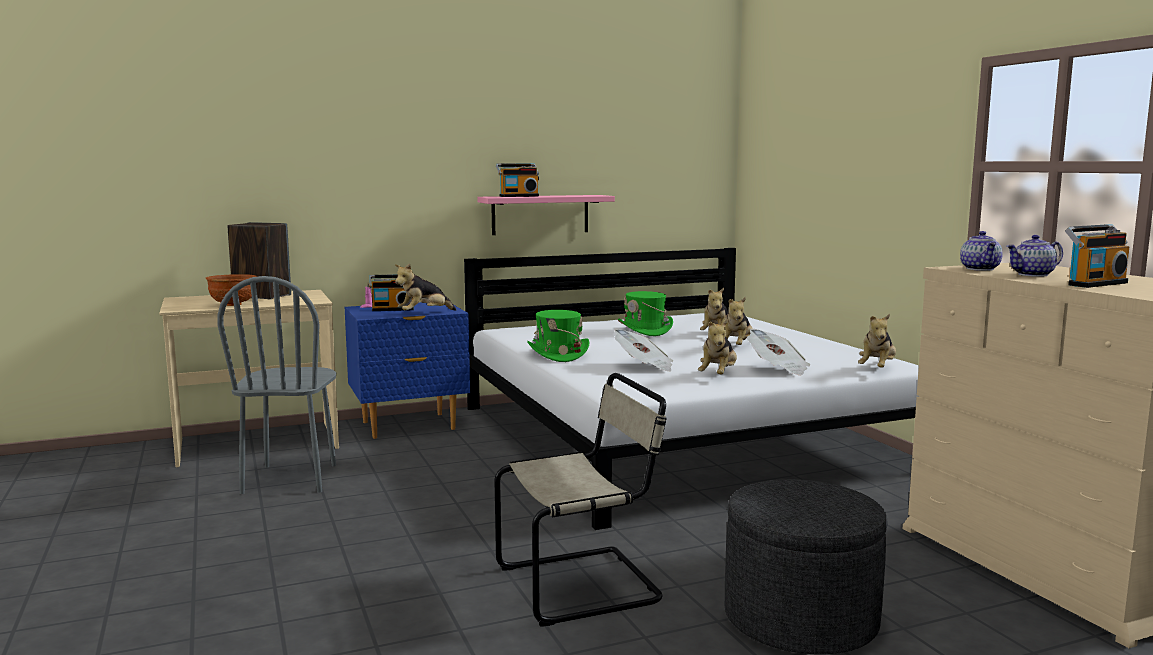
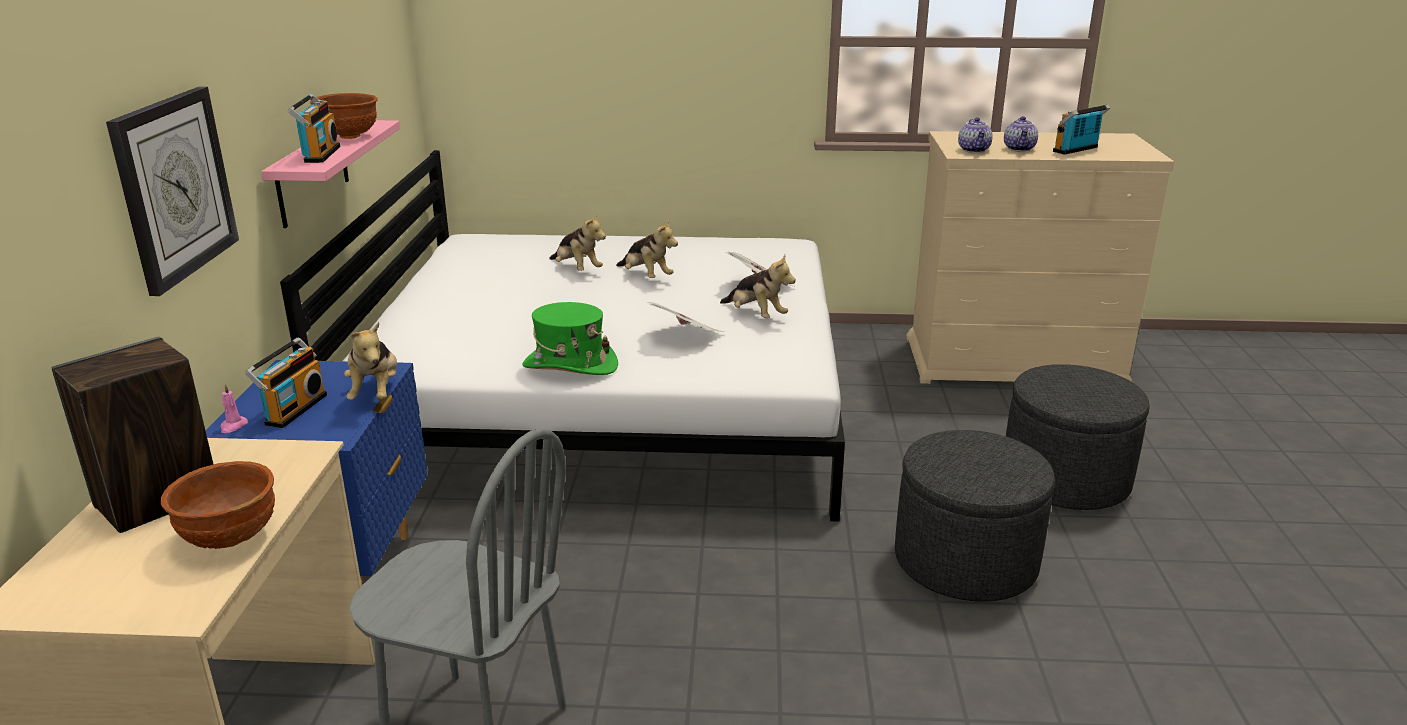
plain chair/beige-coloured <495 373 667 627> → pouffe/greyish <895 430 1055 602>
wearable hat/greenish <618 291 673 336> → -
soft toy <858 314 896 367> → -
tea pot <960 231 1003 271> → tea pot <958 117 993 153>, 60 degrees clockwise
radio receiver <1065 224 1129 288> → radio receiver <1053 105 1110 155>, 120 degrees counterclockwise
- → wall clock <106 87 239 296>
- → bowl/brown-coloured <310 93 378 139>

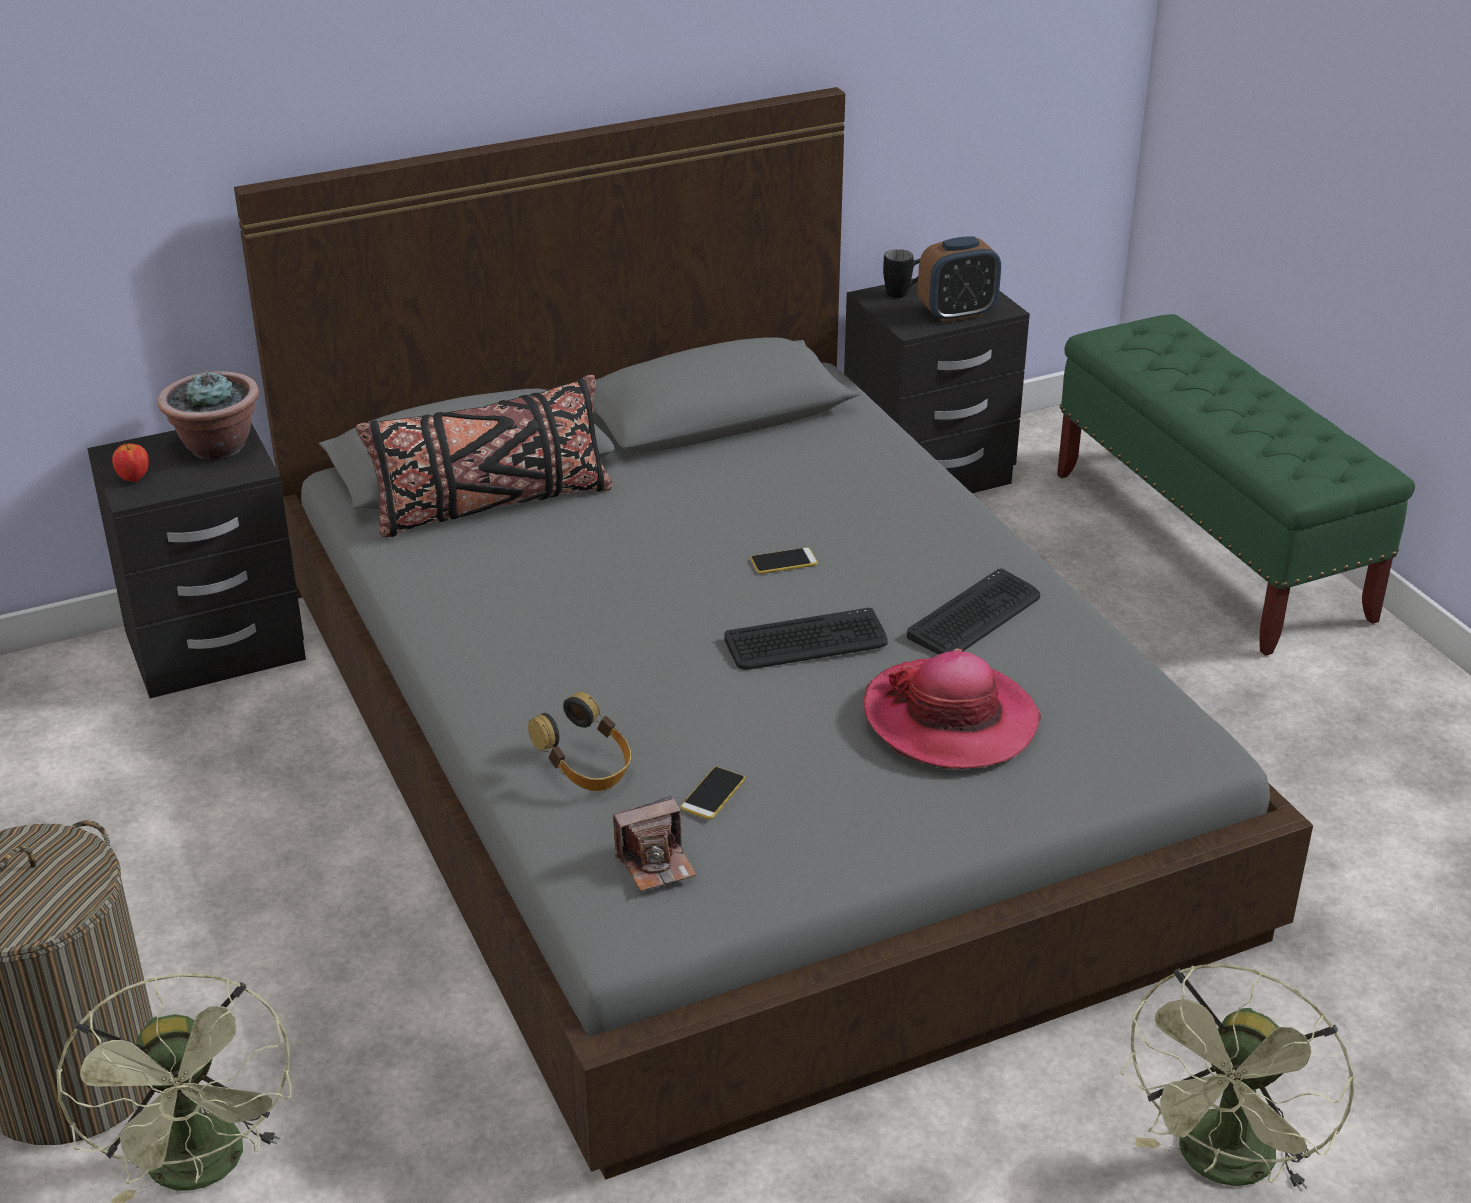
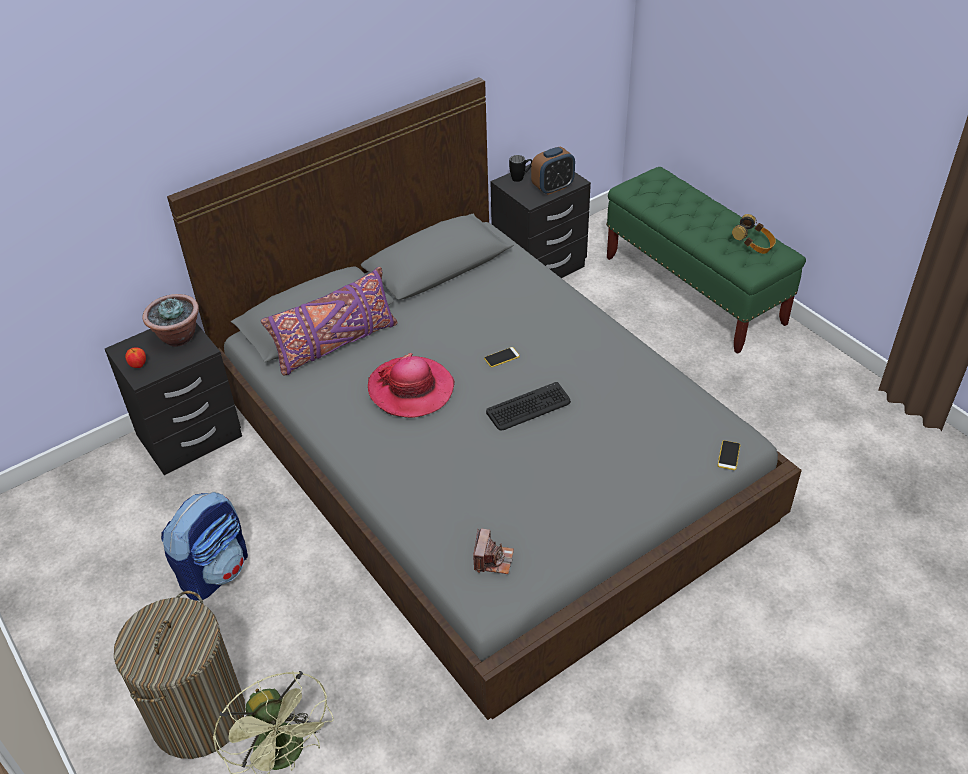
cushion/black-coloured <356 374 613 537> → cushion/purplish <261 267 398 376>
headphones <528 691 631 791> → headphones <732 214 776 254>, relocated
still camera <613 796 697 891> → still camera <473 528 514 574>, 45 degrees counterclockwise
telephone <680 767 745 820> → telephone <718 440 740 470>, relocated
wearable hat <864 648 1041 769> → wearable hat <368 353 455 418>, relocated
keyboard <907 568 1040 655> → -
electric fan/greenish <1121 964 1354 1191> → -
- → rucksack <161 492 248 601>

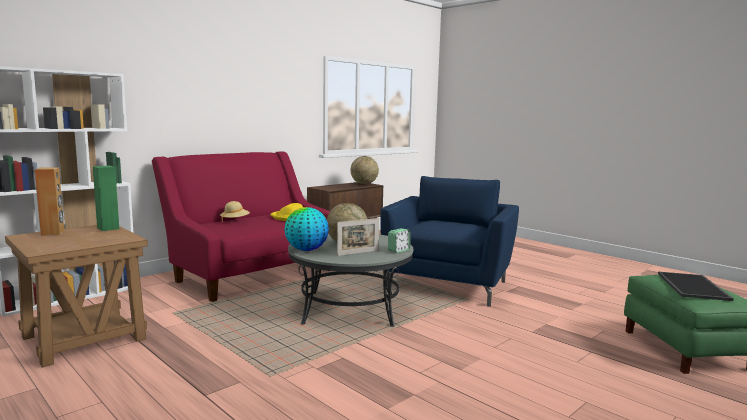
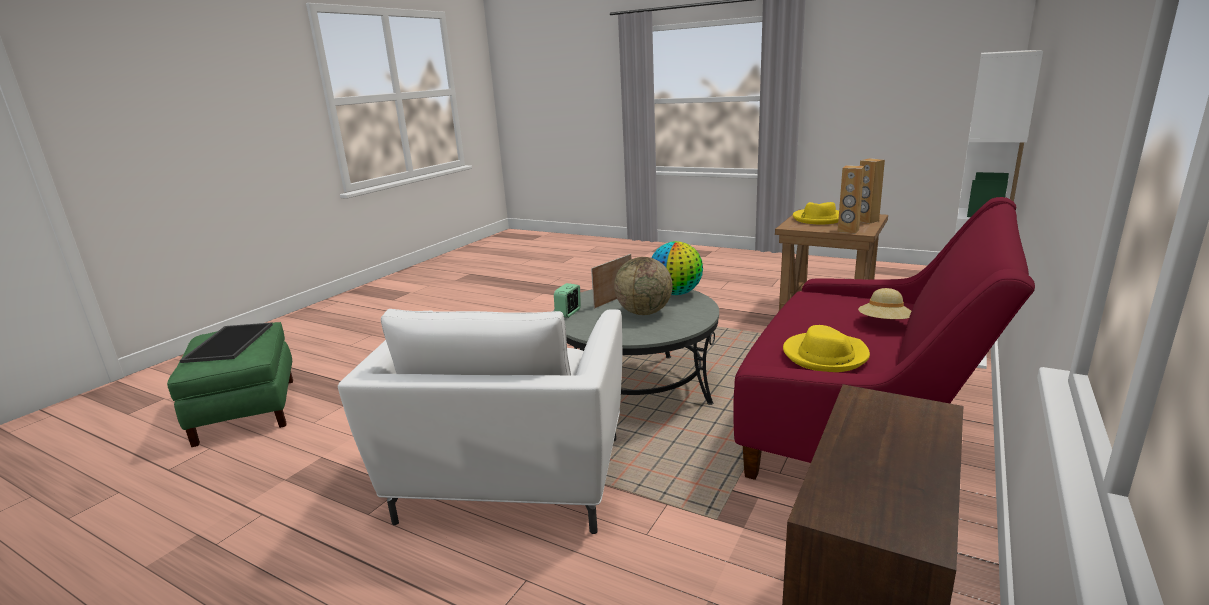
audio speaker/greenish <93 166 119 231> → audio speaker/brown-coloured <838 165 864 233>
world globe <350 156 379 184> → -
easy chair/blue-coloured <381 176 519 307> → easy chair/white-coloured <338 309 622 534>
- → wearable hat/yellowish <793 202 839 224>

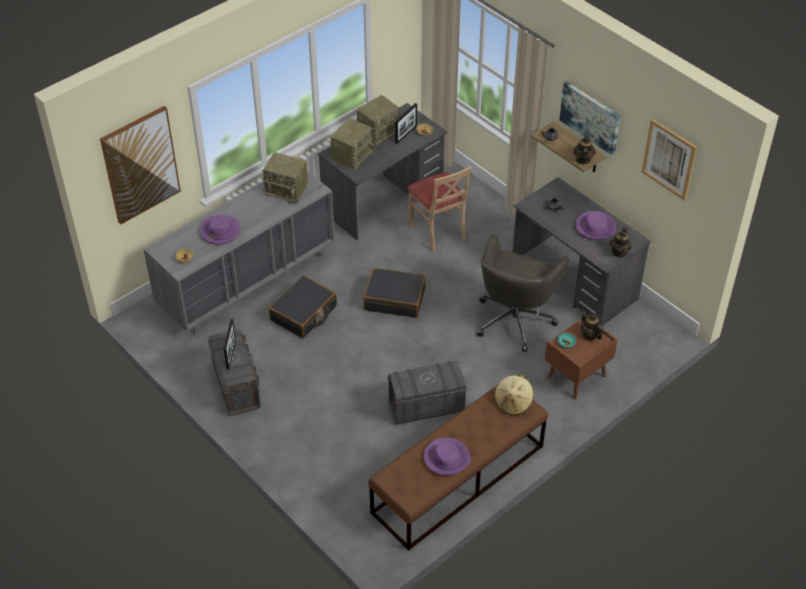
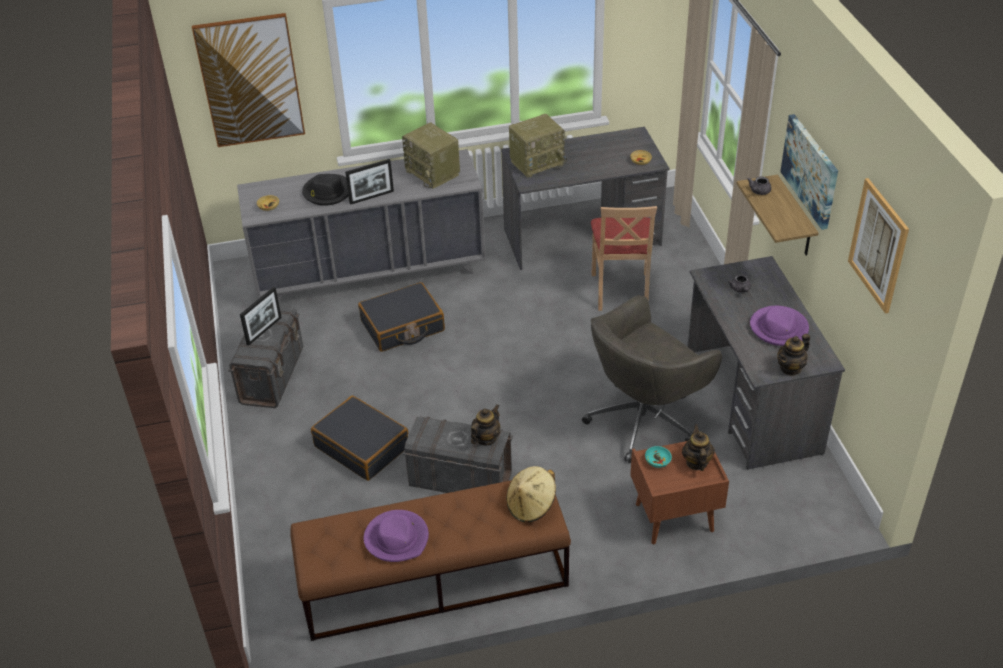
wearable hat/purplish <200 215 241 244> → wearable hat/black-coloured <302 174 349 206>
radio receiver <357 95 400 147> → -
suitcase/black-coloured <363 268 426 318> → suitcase/black-coloured <311 396 408 481>, relocated
picture frame <395 103 417 144> → picture frame <345 159 394 205>, relocated
tea pot <573 134 596 164> → tea pot <471 405 500 446>, relocated

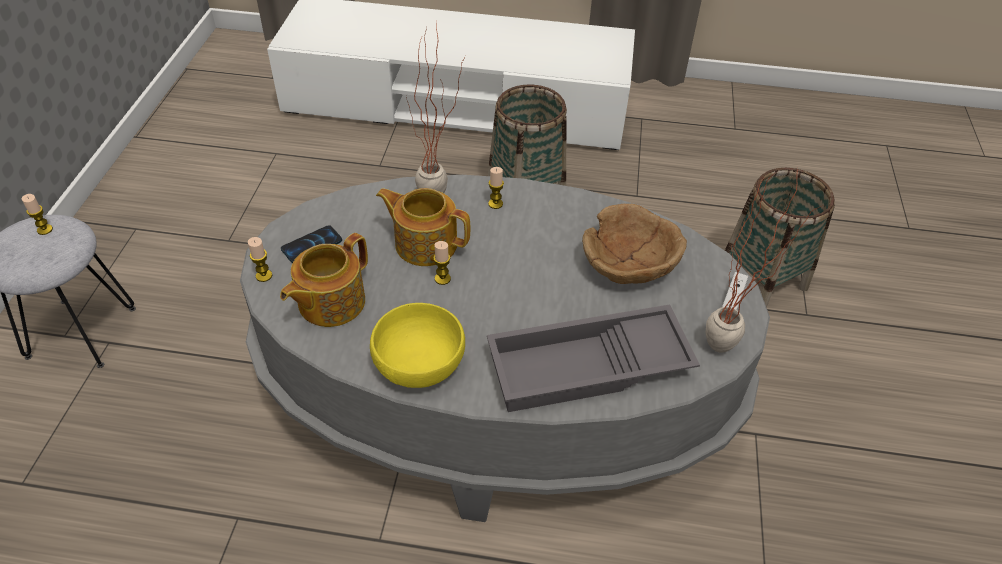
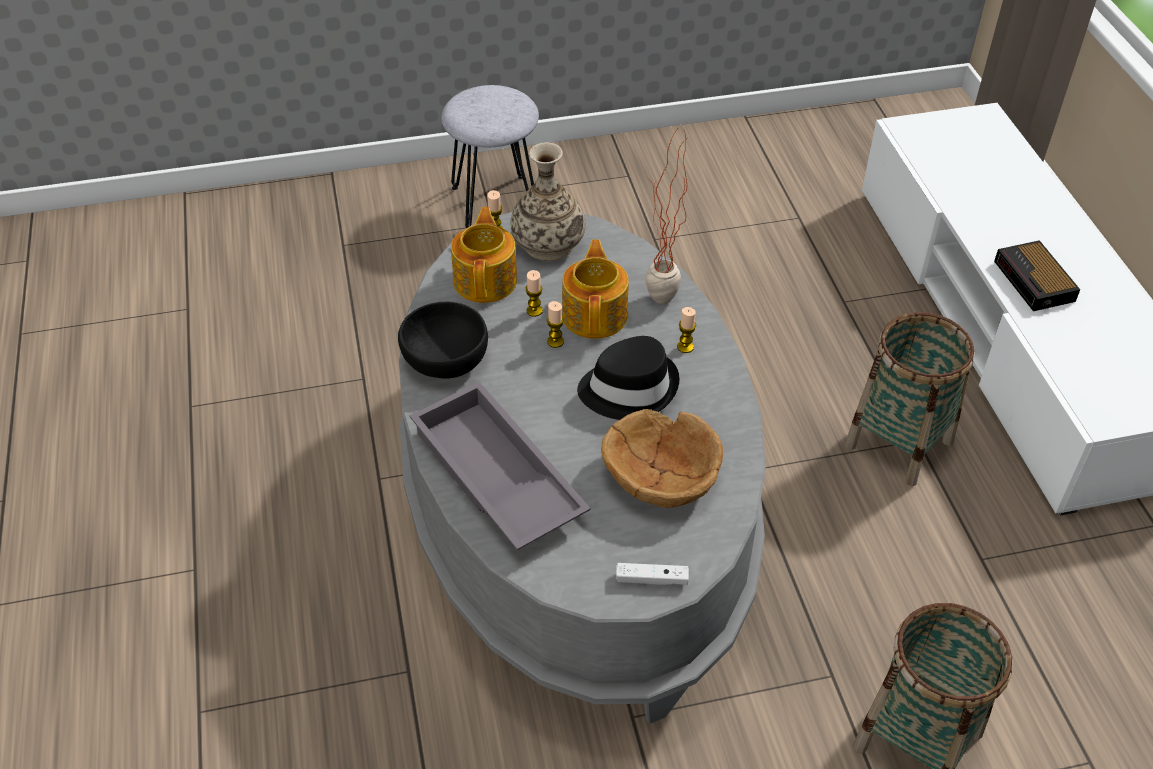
candle <22 194 53 235> → candle <525 270 543 317>, relocated
tea pot <280 233 368 327> → tea pot <451 207 517 303>, 75 degrees clockwise
telephone <281 225 342 263> → flower vase <511 142 586 261>
bowl/yellowish <370 303 465 388> → bowl/black-coloured <398 302 488 378>
potted plant <706 168 821 353> → -
- → wearable hat/black-coloured <577 336 680 420>
- → alarm clock <994 240 1080 311>

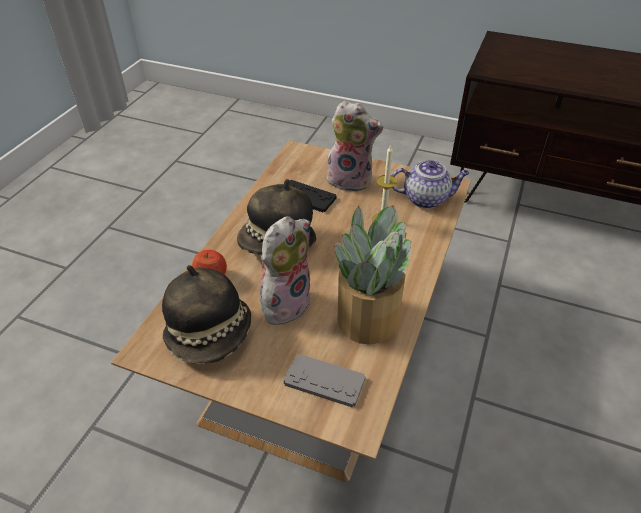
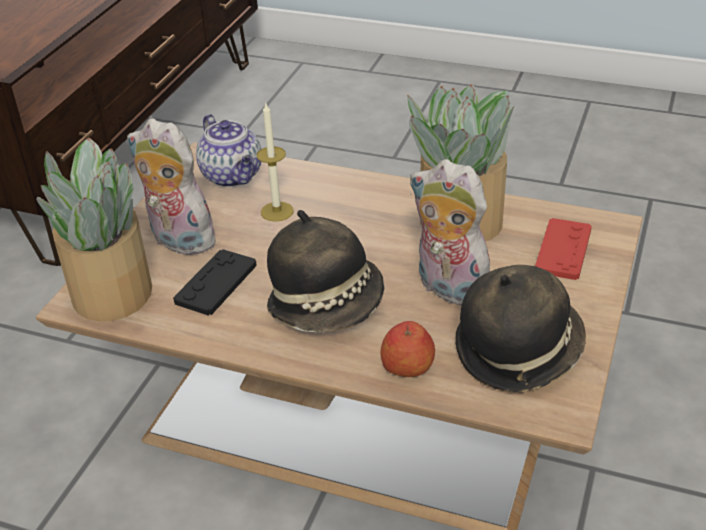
joypad/greyish <284 354 366 408> → joypad/red <535 218 592 280>
soft toy <327 100 383 192> → soft toy <127 118 224 255>, 75 degrees counterclockwise
tea pot <391 160 469 209> → tea pot <196 114 261 187>, 150 degrees clockwise
- → potted plant <36 138 152 322>

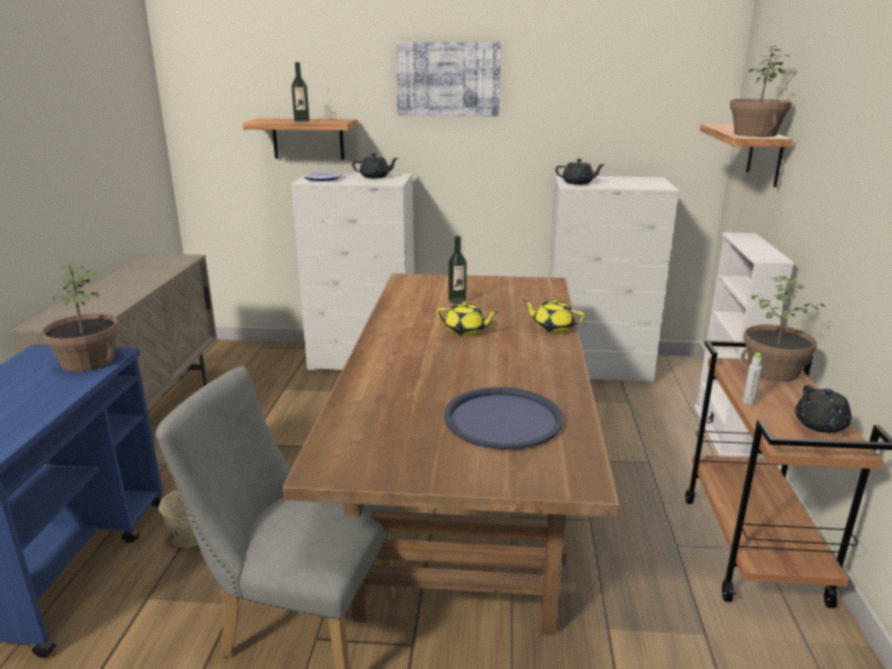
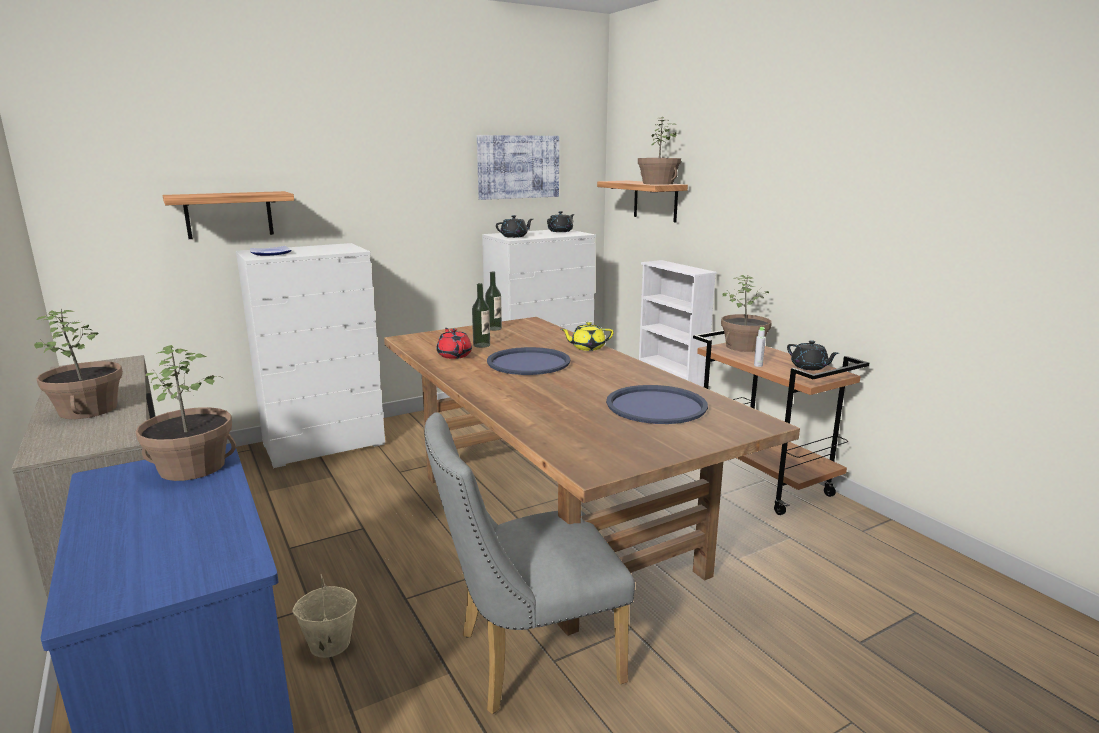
drink bottle <291 62 310 123> → drink bottle <485 272 502 331>, relocated
tea pot/black-coloured <352 154 398 178> → tea pot/black-coloured <547 211 575 232>, relocated
picture <396 42 501 116> → picture <477 135 559 200>, relocated
tea pot/yellowish <437 301 498 336> → carrying tray/blue-coloured <487 347 571 375>
- → potted plant <34 309 123 419>
- → tea pot/red <436 328 472 359>

